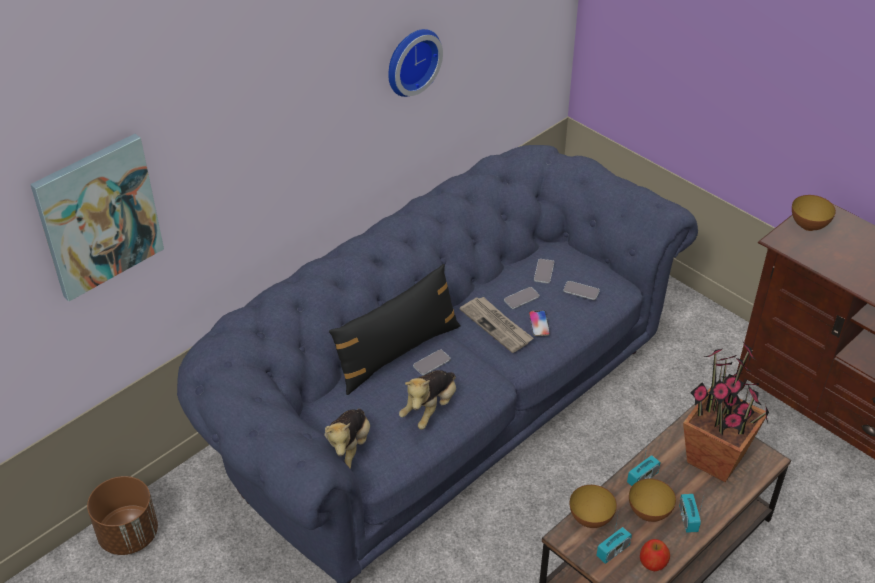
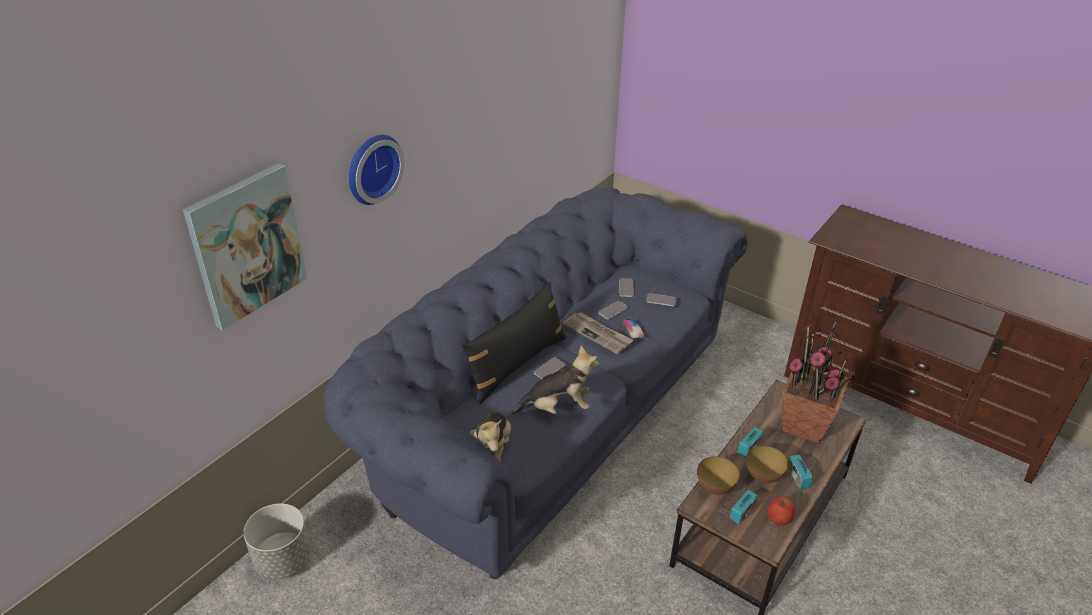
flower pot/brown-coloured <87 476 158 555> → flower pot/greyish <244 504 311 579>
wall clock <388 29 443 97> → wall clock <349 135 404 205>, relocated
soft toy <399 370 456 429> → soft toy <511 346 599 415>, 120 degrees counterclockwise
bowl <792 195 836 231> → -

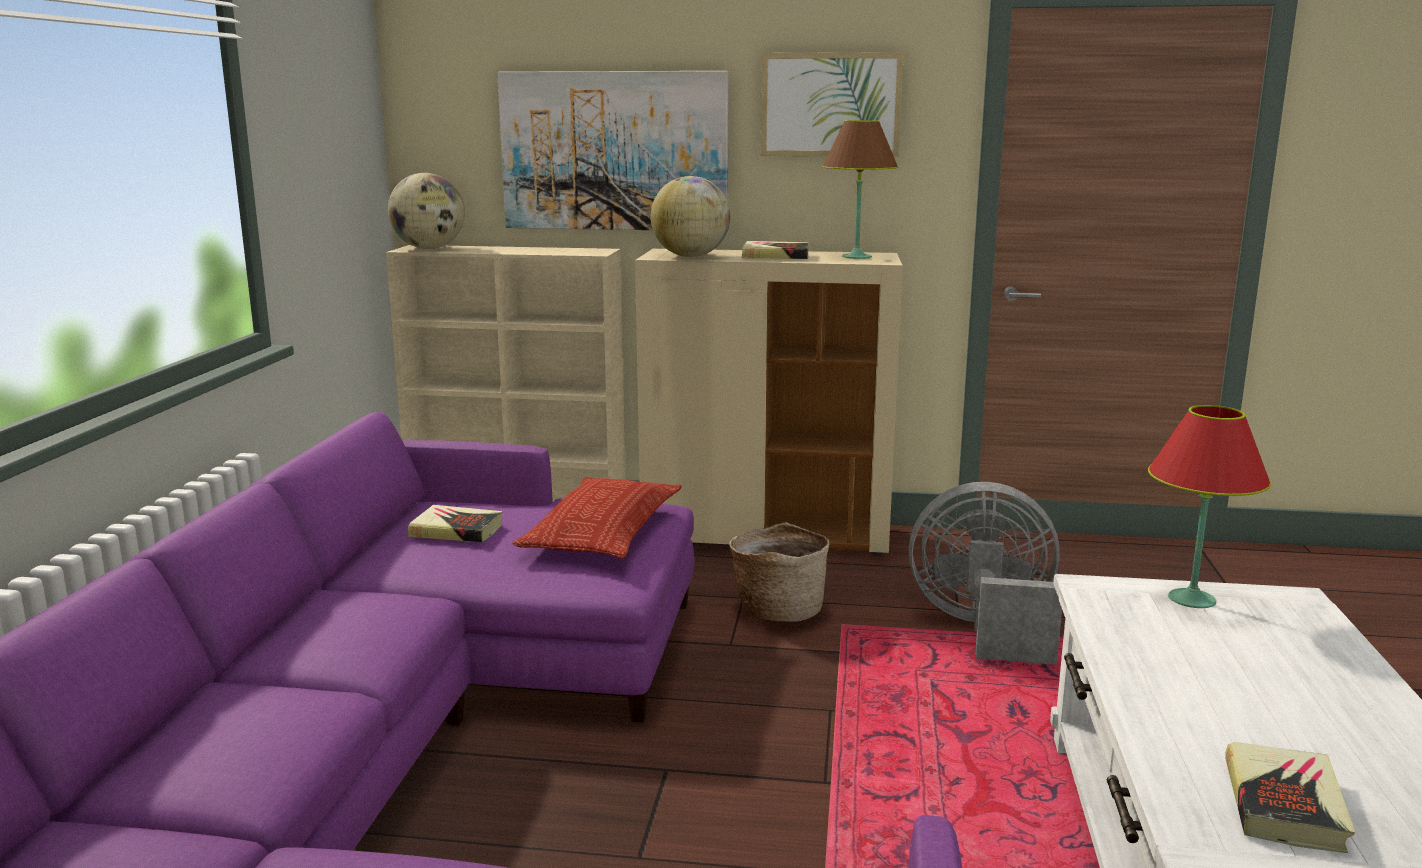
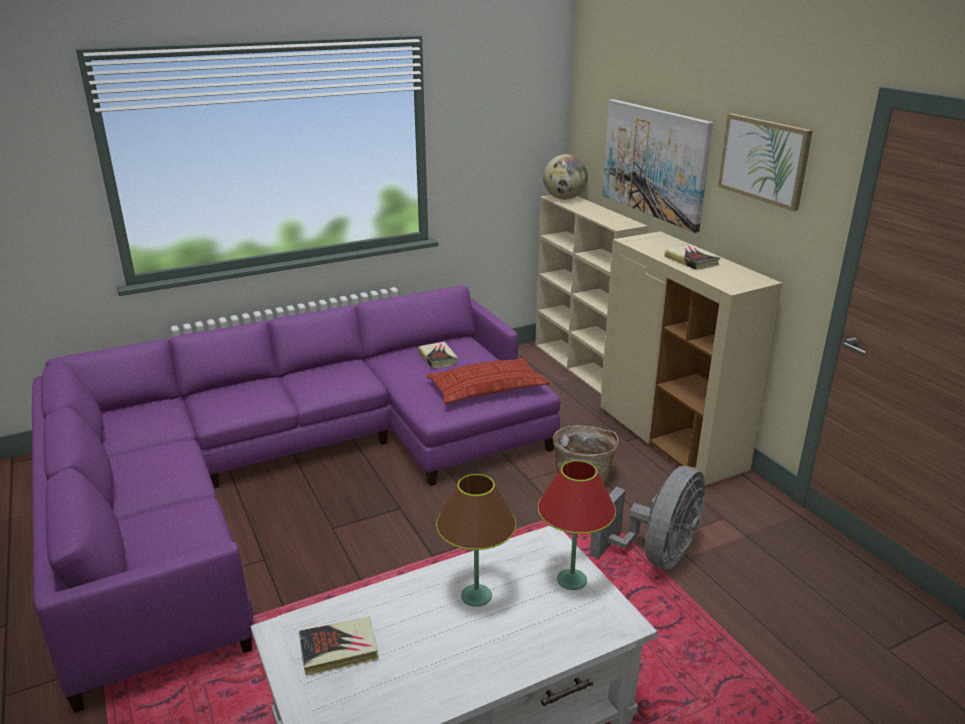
world globe <651 176 730 257> → -
table lamp/brown-coloured <822 120 899 259> → table lamp/brown-coloured <436 474 516 607>, relocated
electric fan/greyish <909 482 1062 665> → electric fan/greyish <590 466 705 570>, 60 degrees clockwise

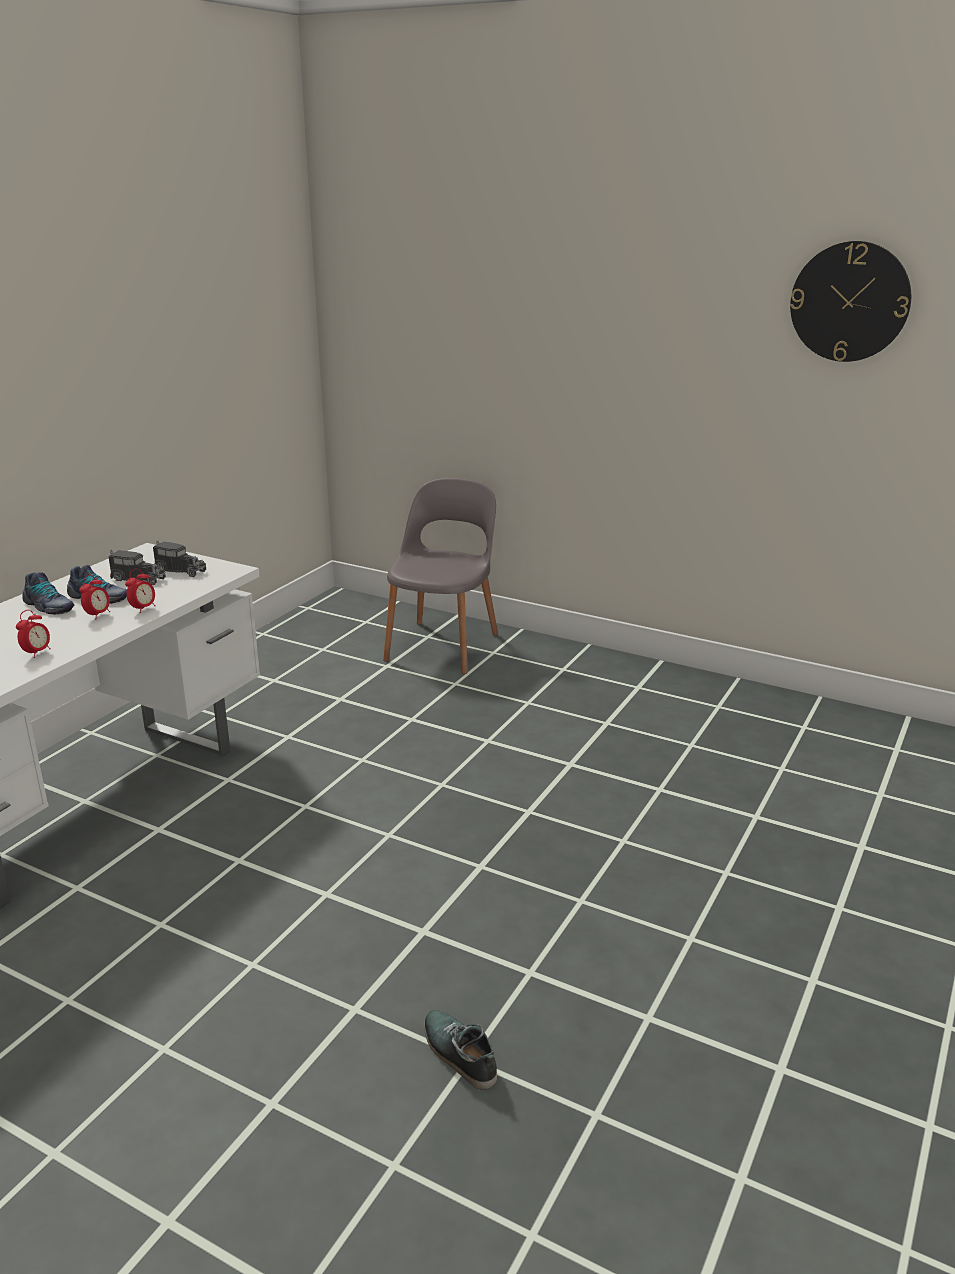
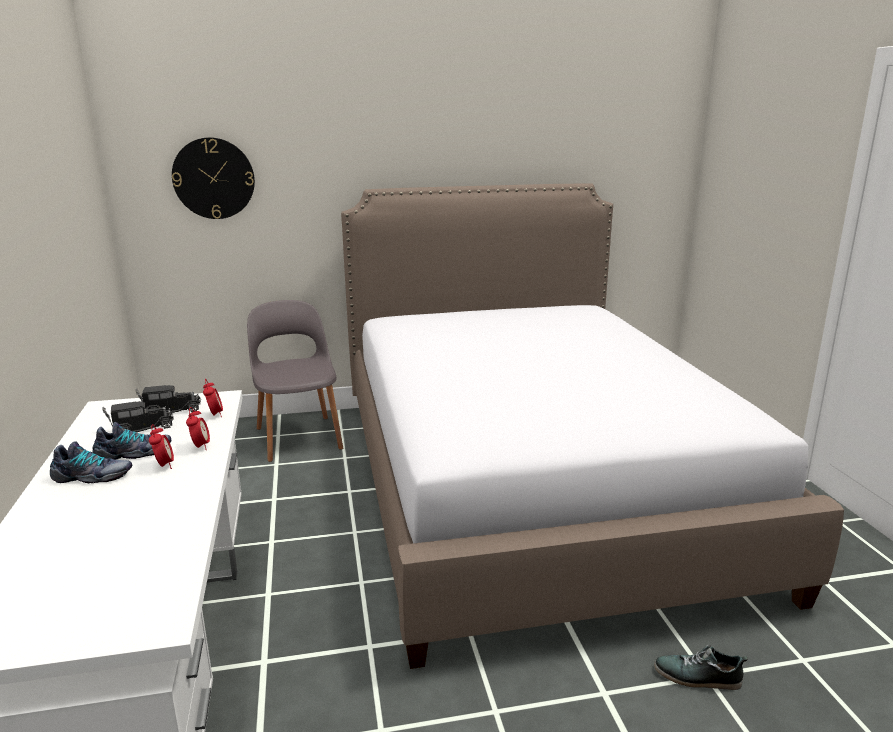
alarm clock <16 610 51 658> → alarm clock <203 379 223 417>, relocated
wall clock <790 241 911 362> → wall clock <172 137 255 219>, relocated
- → sleeping bed <341 183 844 669>

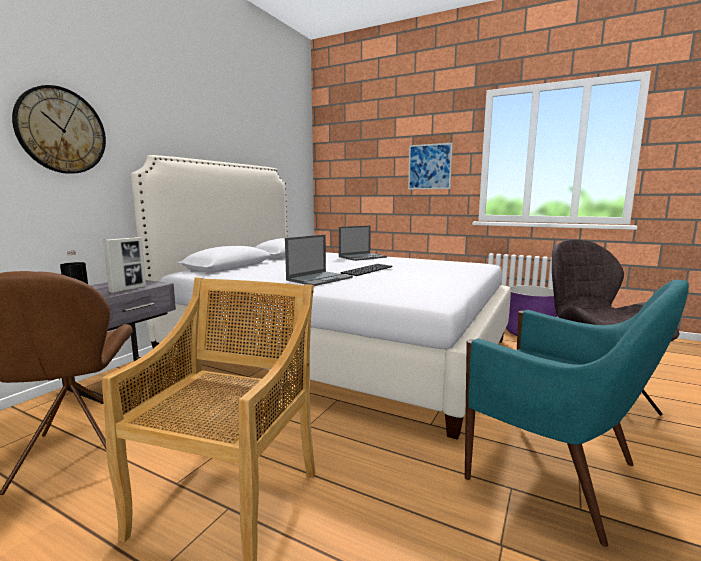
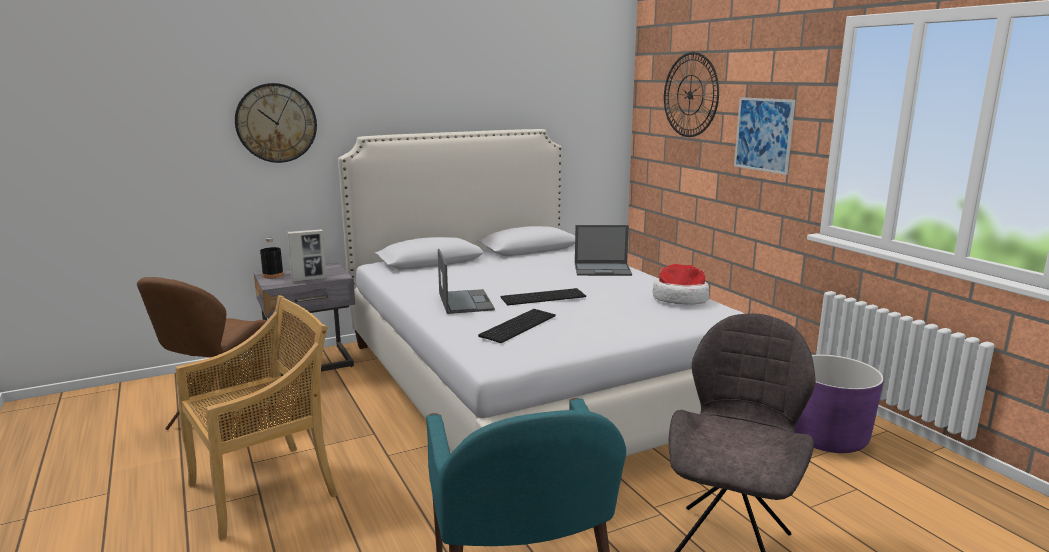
portable computer <285 234 353 286> → portable computer <438 249 495 314>, 90 degrees counterclockwise
- → keyboard <478 309 556 343>
- → wearable hat <653 264 709 305>
- → wall clock <664 52 719 137>

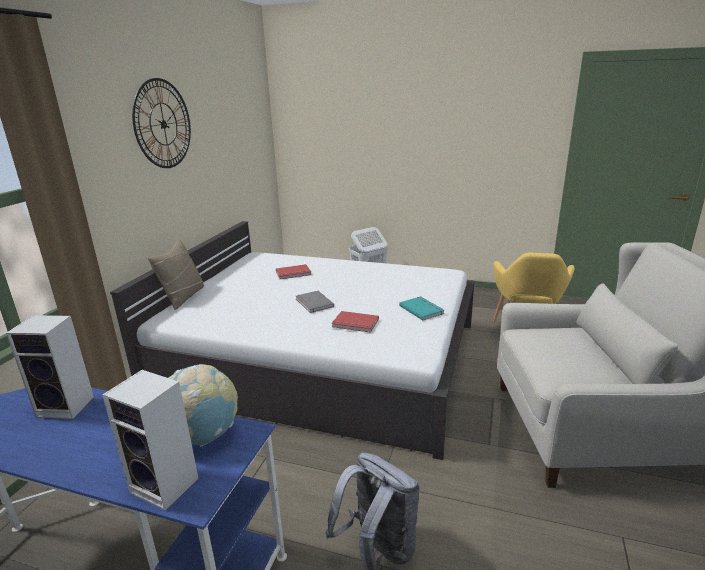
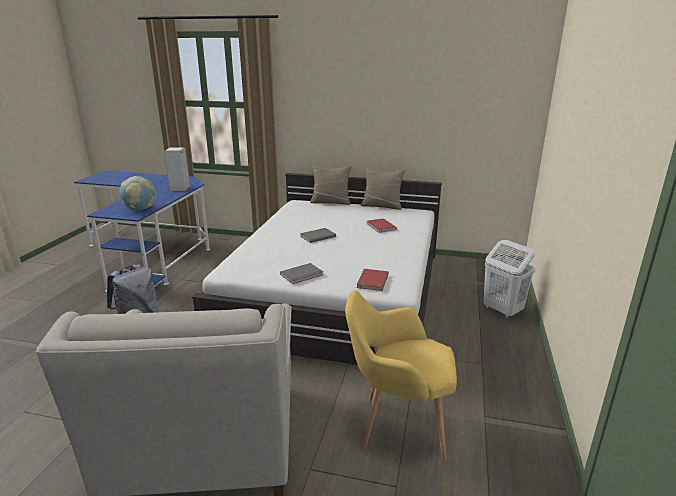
audio speaker <102 370 199 511> → -
wall clock <132 78 191 168> → -
volume/red <332 311 379 333> → volume/red <357 269 389 291>, relocated
volume/turquoise-coloured <399 296 444 320> → volume/greyish <280 263 323 284>
- → cushion/beige-coloured <361 167 405 210>

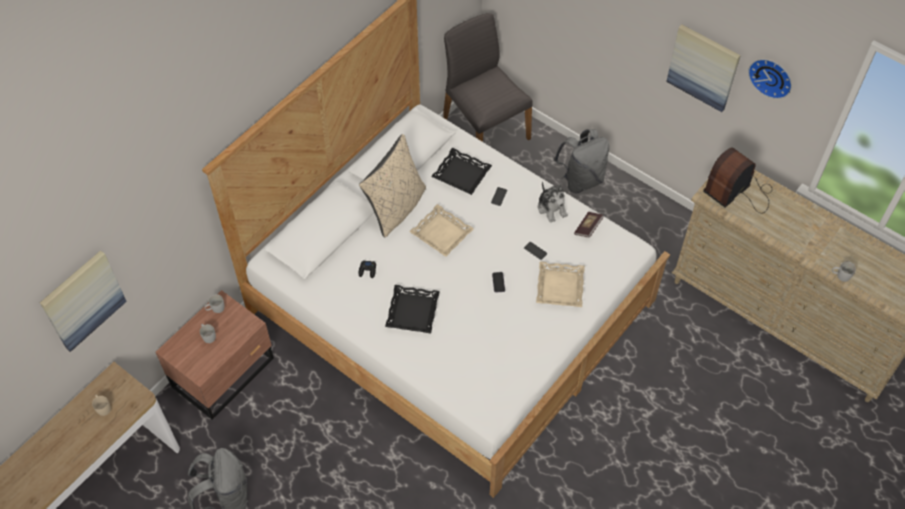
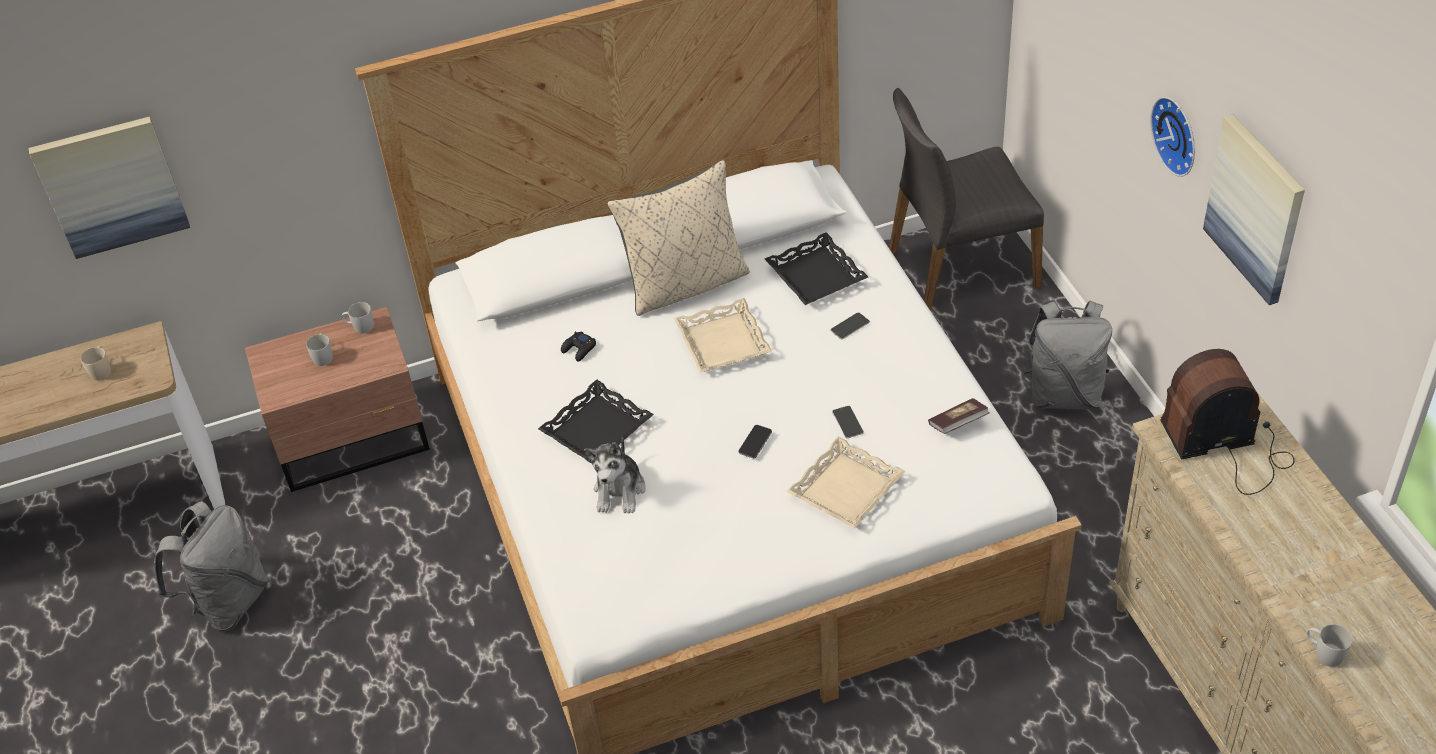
plain chair/greyish <443 13 533 142> → plain chair/greyish <889 88 1044 311>, 105 degrees counterclockwise
soft toy <538 182 568 223> → soft toy <584 437 646 514>, relocated
wall clock <748 59 792 99> → wall clock <1150 97 1195 177>, relocated

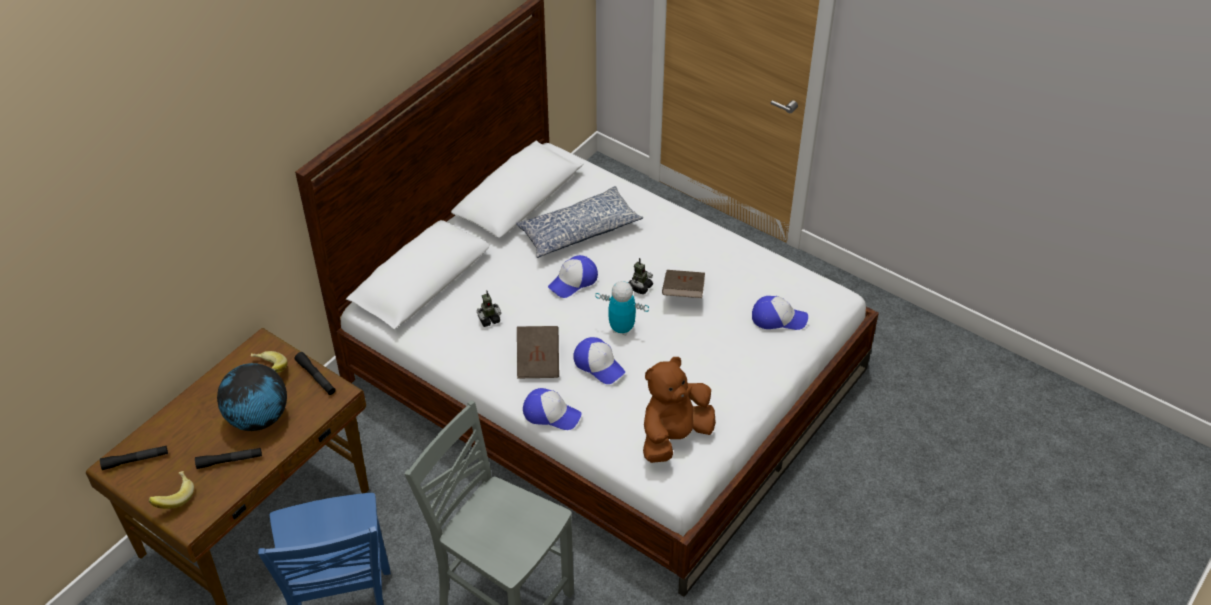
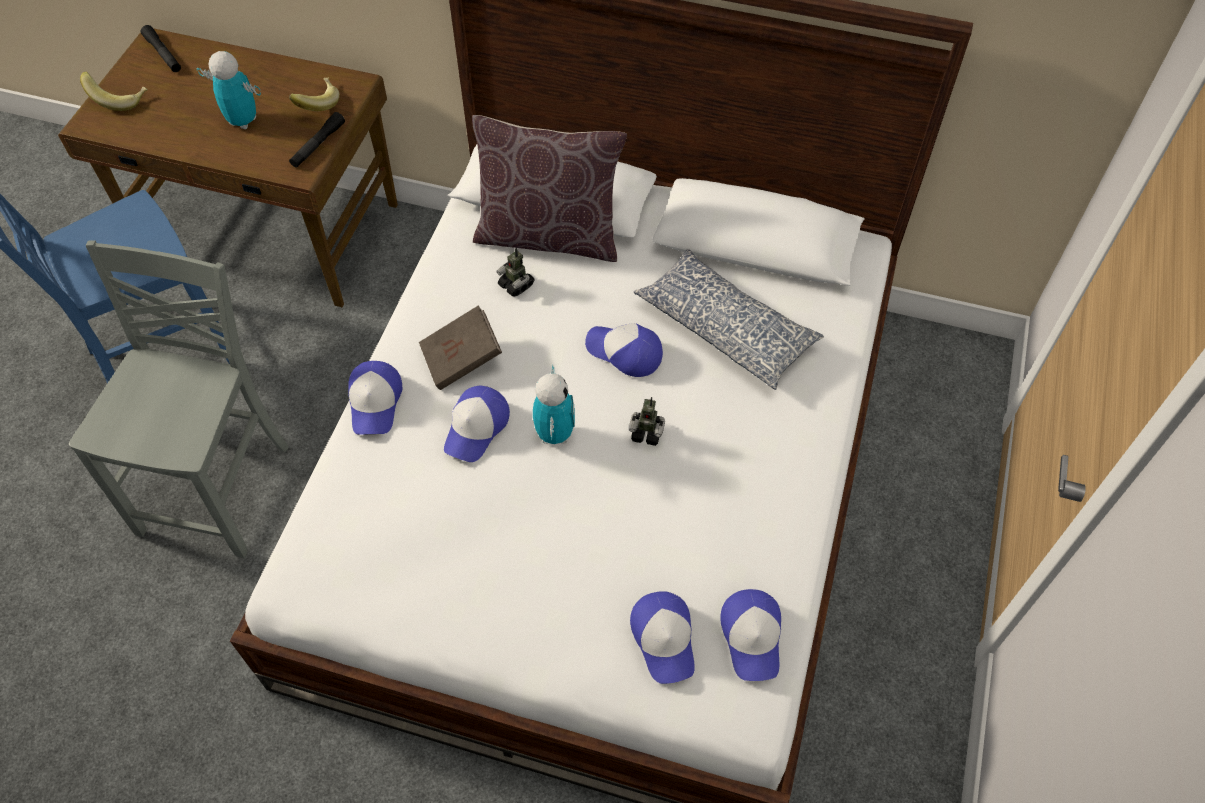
torch/black-coloured <195 448 262 469> → -
world globe <217 363 287 431> → robot figure <197 51 261 129>
soft toy/brown-coloured <643 357 716 463> → -
volume/brown-coloured <662 270 705 298> → -
- → cushion/brown-coloured <472 115 627 262>
- → peaked cap <720 589 781 681>

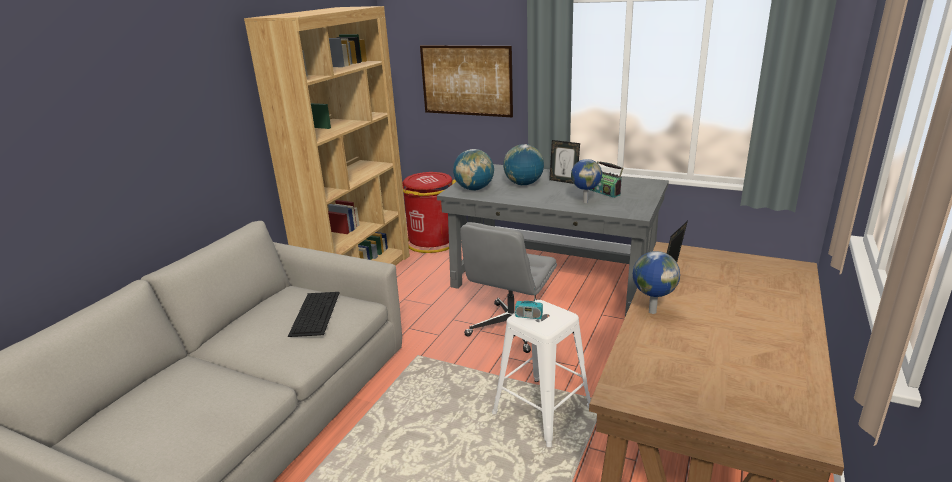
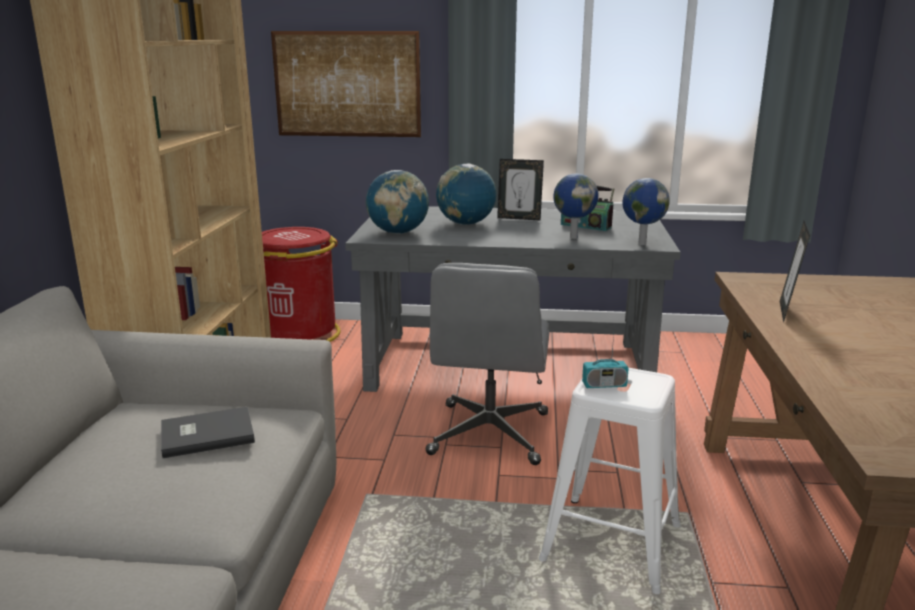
keyboard <288 292 340 337> → volume/greyish <161 407 255 458>
world globe <633 251 680 314> → world globe <623 178 669 245>, relocated

